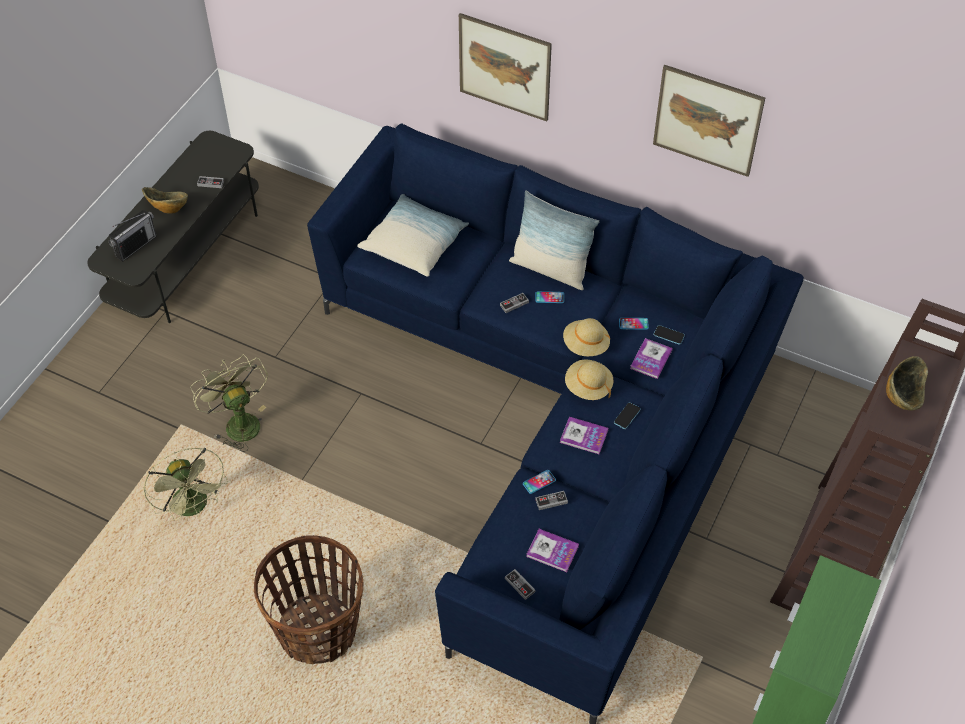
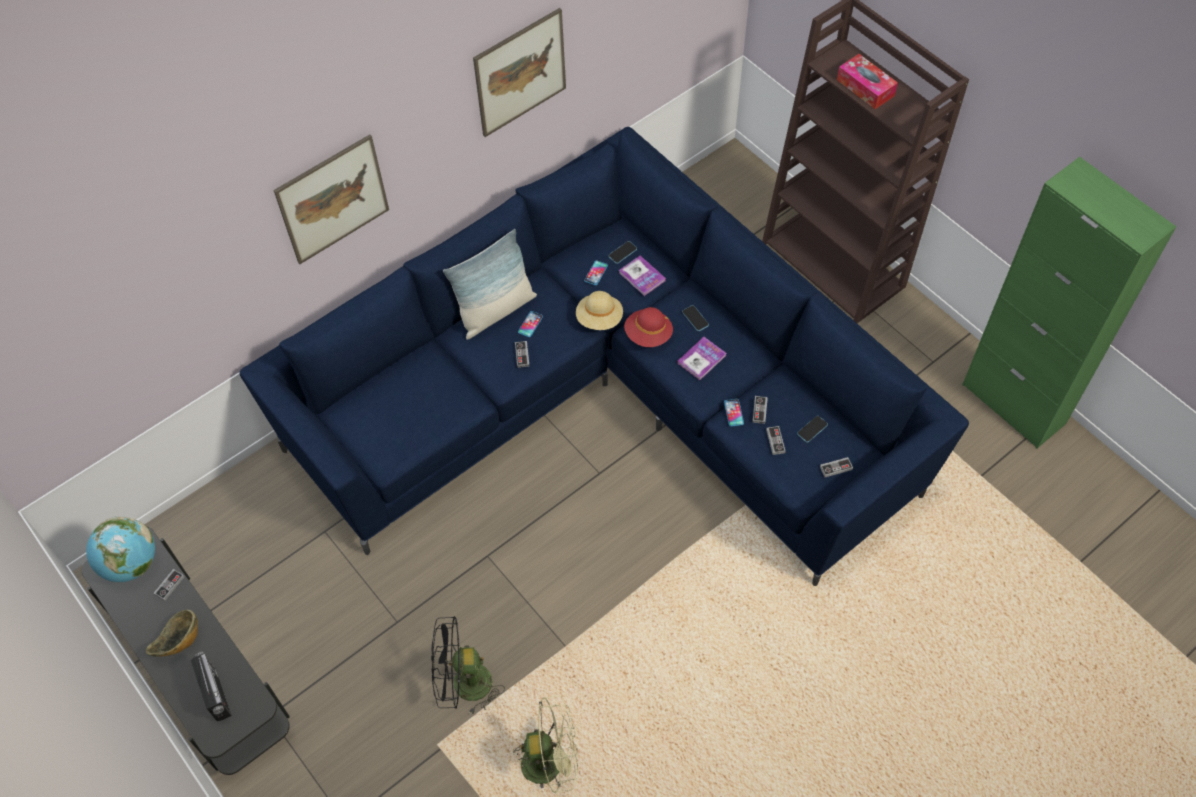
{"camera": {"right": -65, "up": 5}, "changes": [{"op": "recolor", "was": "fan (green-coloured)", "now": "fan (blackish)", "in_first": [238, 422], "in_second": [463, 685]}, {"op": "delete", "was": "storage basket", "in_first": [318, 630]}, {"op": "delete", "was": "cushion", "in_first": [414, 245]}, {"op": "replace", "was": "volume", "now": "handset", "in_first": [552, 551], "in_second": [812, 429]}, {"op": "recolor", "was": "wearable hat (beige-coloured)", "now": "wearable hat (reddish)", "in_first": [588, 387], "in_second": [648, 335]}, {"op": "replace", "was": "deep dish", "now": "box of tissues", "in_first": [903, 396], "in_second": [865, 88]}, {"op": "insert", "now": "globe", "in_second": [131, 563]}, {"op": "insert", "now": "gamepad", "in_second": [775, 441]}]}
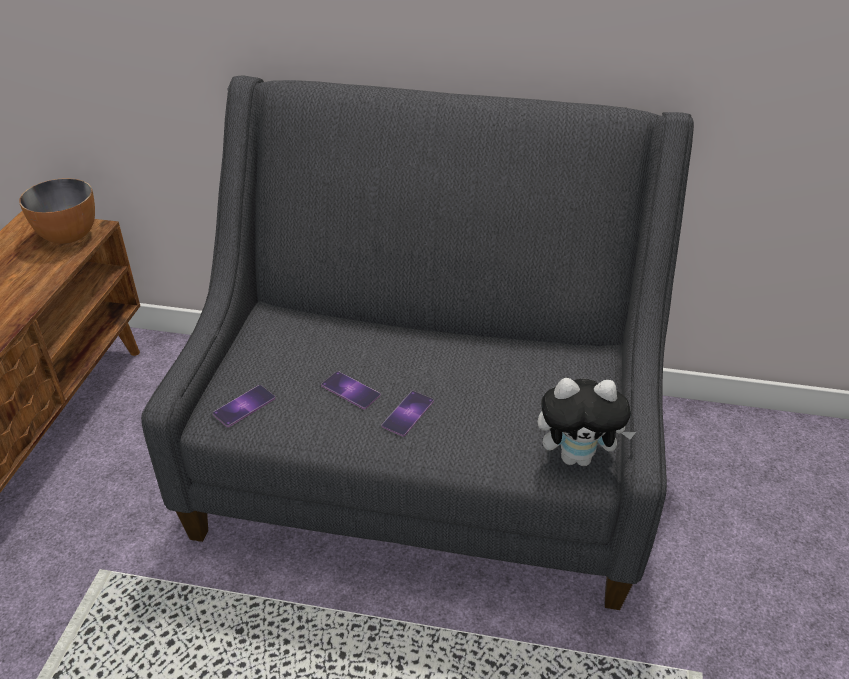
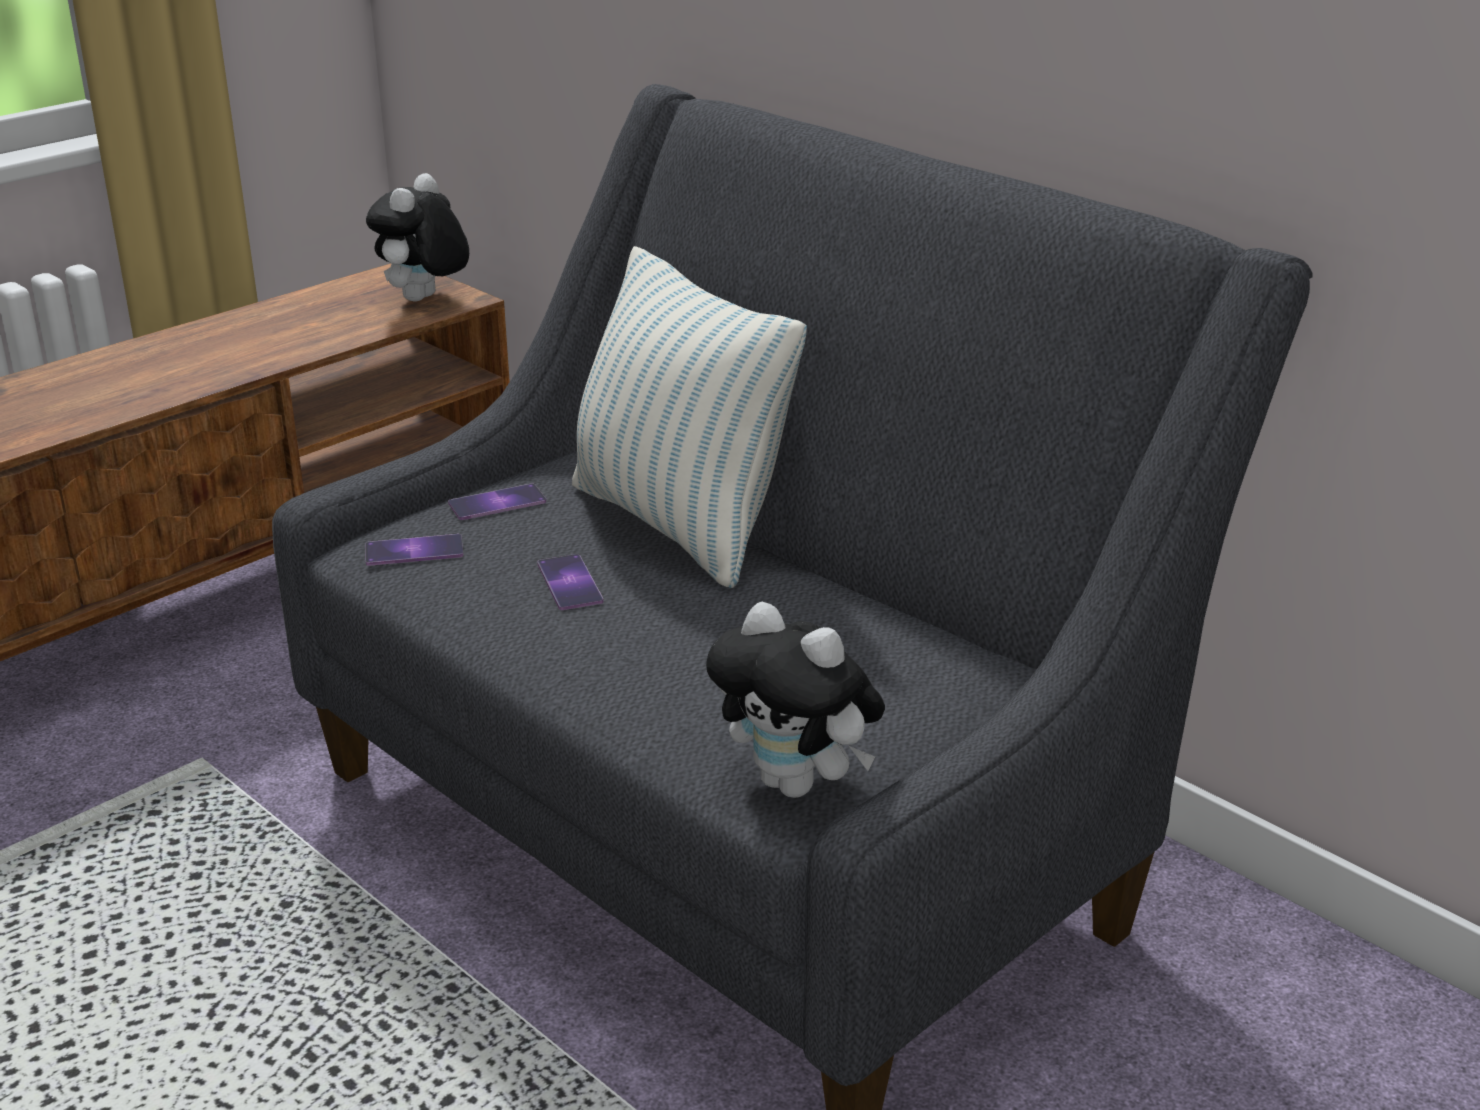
{"camera": {"right": 35, "up": -10}, "changes": [{"op": "replace", "was": "deep dish", "now": "soft toy", "in_first": [68, 236], "in_second": [424, 300]}, {"op": "move", "was": "handset", "in_first": [408, 413], "in_second": [497, 502]}, {"op": "insert", "now": "cushion", "in_second": [679, 525]}]}
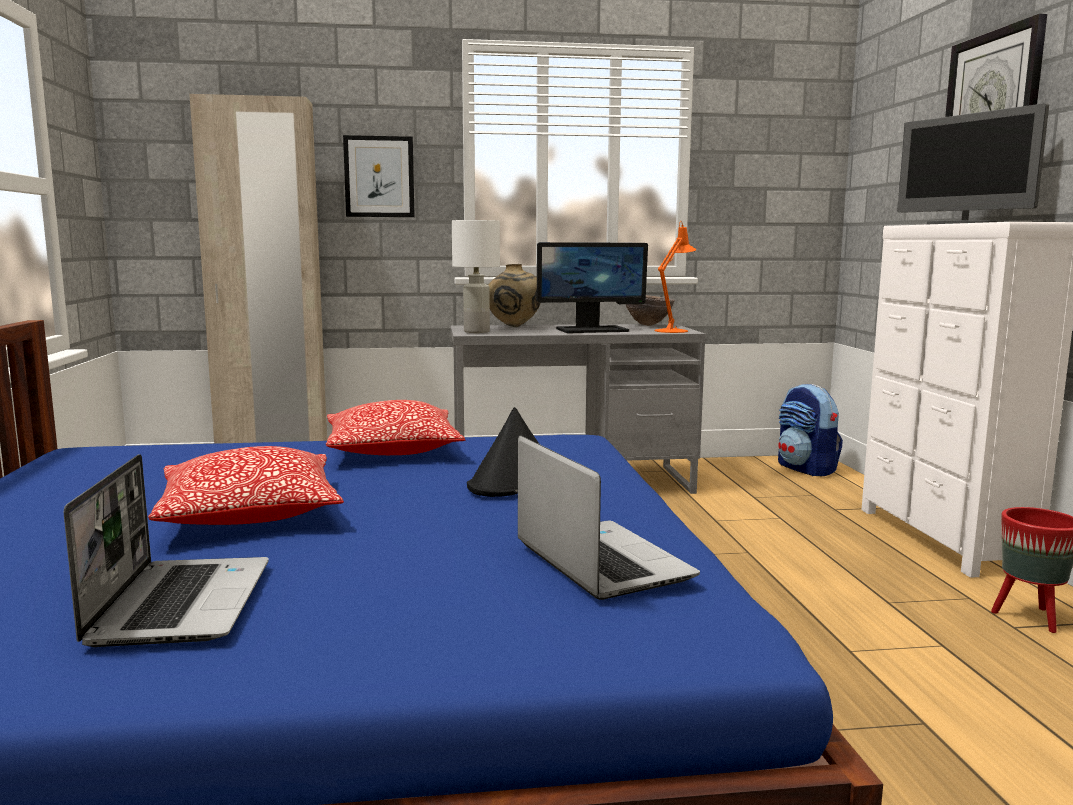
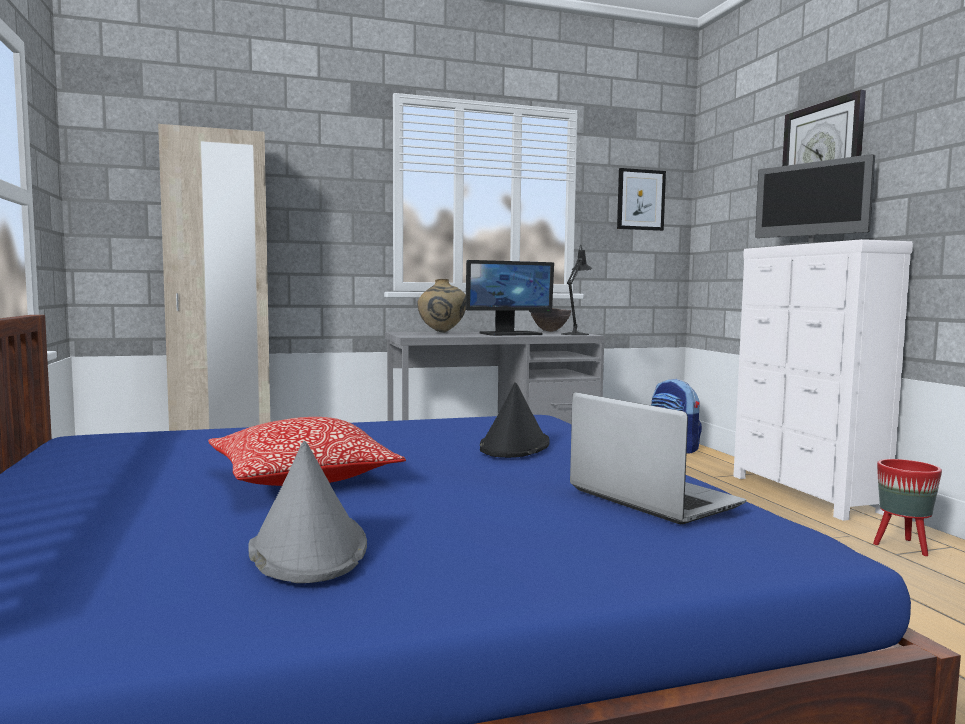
{"camera": {"right": -10, "up": -5}, "changes": [{"op": "replace", "was": "notebook computer", "now": "wearable hat (greyish)", "in_first": [181, 602], "in_second": [307, 547]}, {"op": "delete", "was": "cushion", "in_first": [392, 450]}, {"op": "move", "was": "wall art", "in_first": [379, 177], "in_second": [640, 200]}, {"op": "delete", "was": "tabletop lamp (white)", "in_first": [477, 332]}, {"op": "recolor", "was": "tabletop lamp (orangey)", "now": "tabletop lamp (blackish)", "in_first": [673, 330], "in_second": [576, 334]}]}
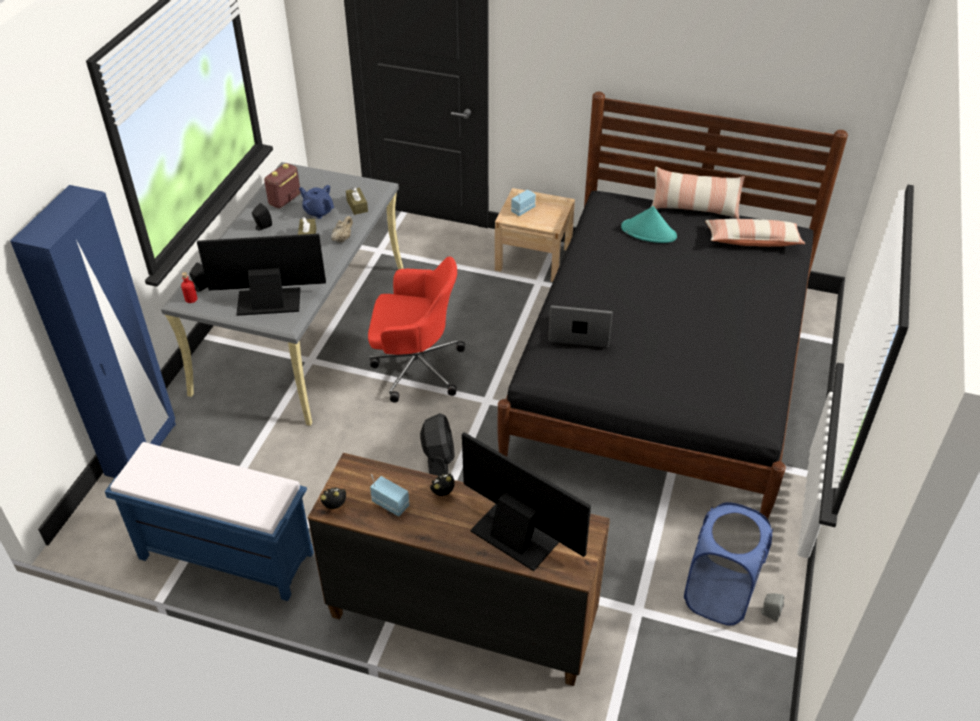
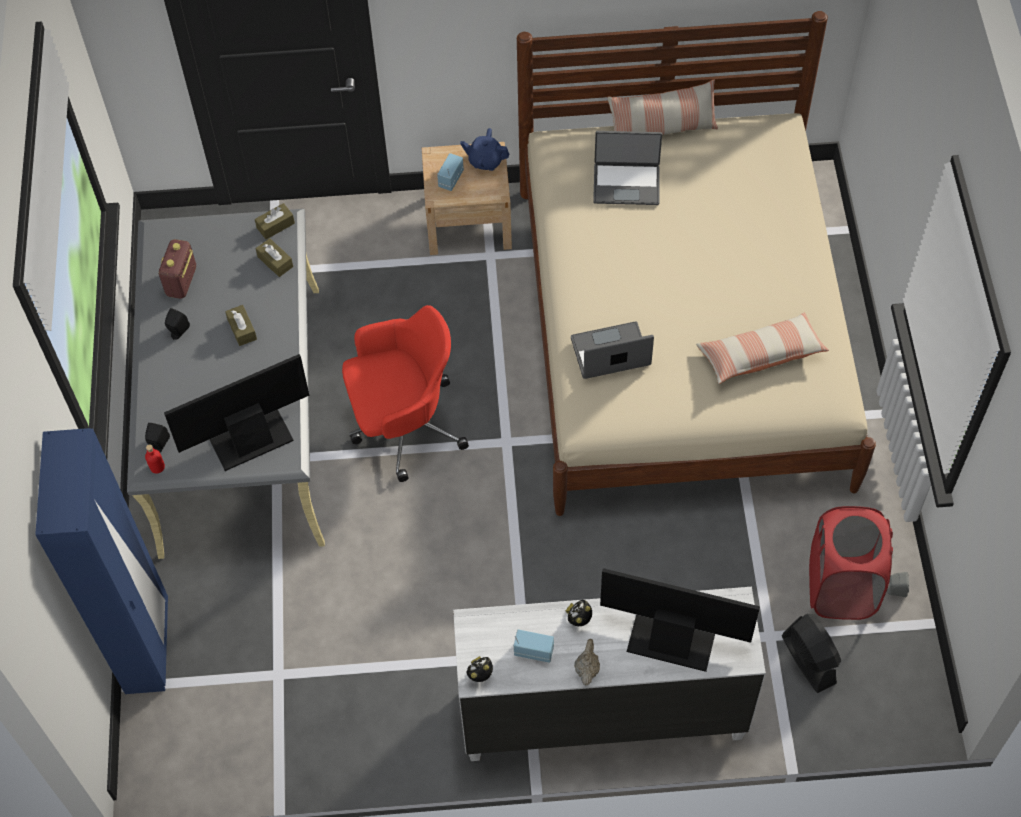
{"camera": {"right": -20, "up": 15}, "changes": [{"op": "delete", "was": "bench (blue-coloured)", "in_first": [224, 556]}, {"op": "move", "was": "tea pot (blue-coloured)", "in_first": [318, 211], "in_second": [485, 161]}, {"op": "recolor", "was": "drawer chest (brown)", "now": "drawer chest (white)", "in_first": [461, 618], "in_second": [601, 711]}, {"op": "move", "was": "tea pot (beige-coloured)", "in_first": [342, 239], "in_second": [587, 668]}, {"op": "move", "was": "fan (blackish)", "in_first": [438, 460], "in_second": [808, 659]}, {"op": "recolor", "was": "bedroom bed (blackish)", "now": "bedroom bed (beige-coloured)", "in_first": [662, 371], "in_second": [681, 334]}, {"op": "replace", "was": "wearable hat (blue-green)", "now": "notebook computer", "in_first": [649, 232], "in_second": [626, 183]}, {"op": "recolor", "was": "laundry basket (blue-coloured)", "now": "laundry basket (reddish)", "in_first": [719, 594], "in_second": [841, 588]}, {"op": "move", "was": "cushion", "in_first": [752, 240], "in_second": [760, 355]}, {"op": "insert", "now": "box of tissues (brown)", "in_second": [275, 225]}]}
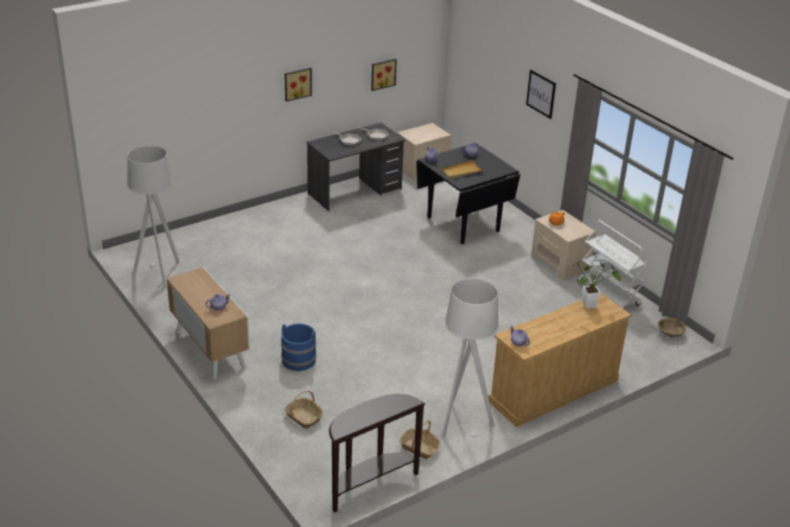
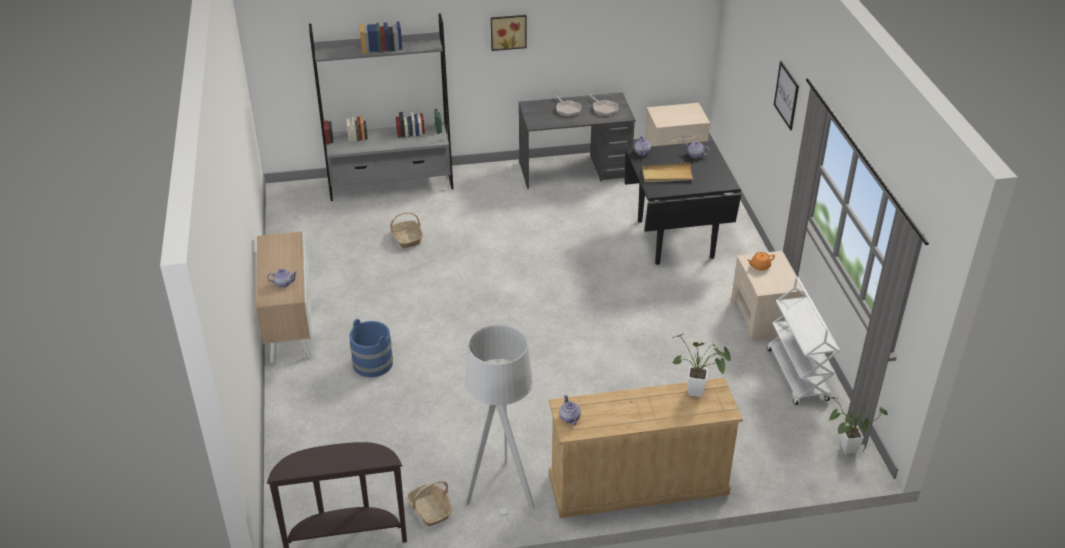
{"camera": {"right": 25, "up": 5}, "changes": [{"op": "delete", "was": "standard lamp (greyish)", "in_first": [159, 273]}, {"op": "move", "was": "storage basket", "in_first": [303, 417], "in_second": [407, 238]}, {"op": "delete", "was": "wall art", "in_first": [382, 74]}, {"op": "replace", "was": "deep dish (beige-coloured)", "now": "potted plant", "in_first": [670, 333], "in_second": [844, 449]}, {"op": "insert", "now": "bookcase (greyish)", "in_second": [391, 184]}]}
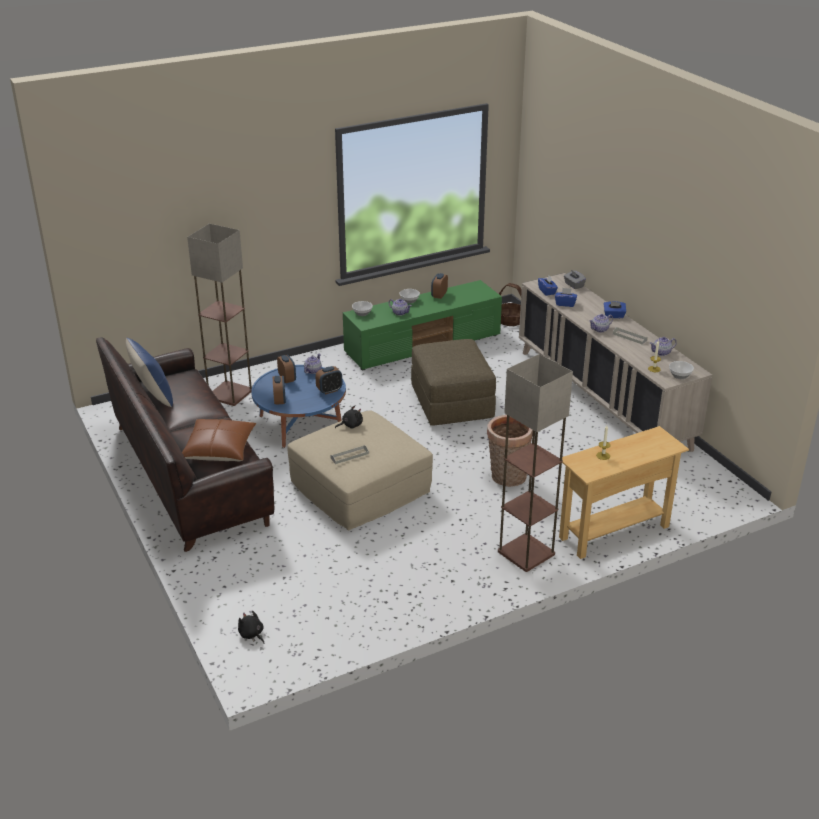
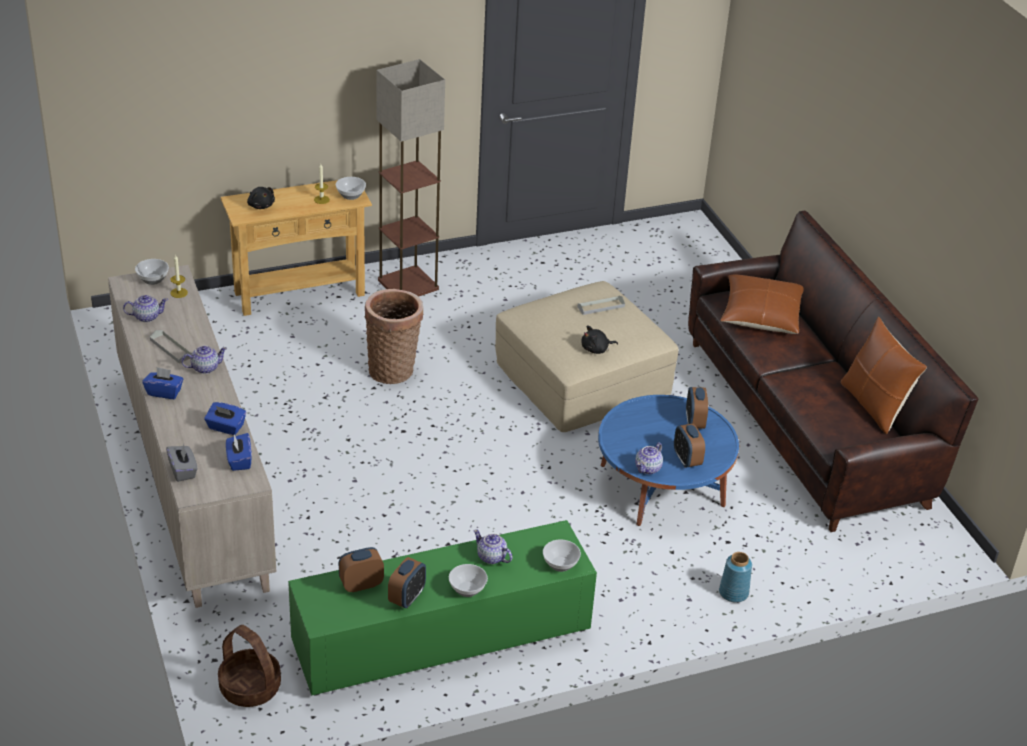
{"camera": {"right": -175, "up": 5}, "changes": [{"op": "recolor", "was": "cushion (blue-coloured)", "now": "cushion (brown)", "in_first": [153, 395], "in_second": [874, 406]}, {"op": "delete", "was": "standard lamp", "in_first": [229, 393]}, {"op": "move", "was": "soft toy (blackish)", "in_first": [252, 634], "in_second": [261, 205]}, {"op": "move", "was": "table clock", "in_first": [329, 390], "in_second": [361, 584]}, {"op": "delete", "was": "ottoman (brown)", "in_first": [452, 403]}, {"op": "insert", "now": "deep dish", "in_second": [351, 195]}, {"op": "insert", "now": "flower vase (blue-coloured)", "in_second": [733, 593]}]}
